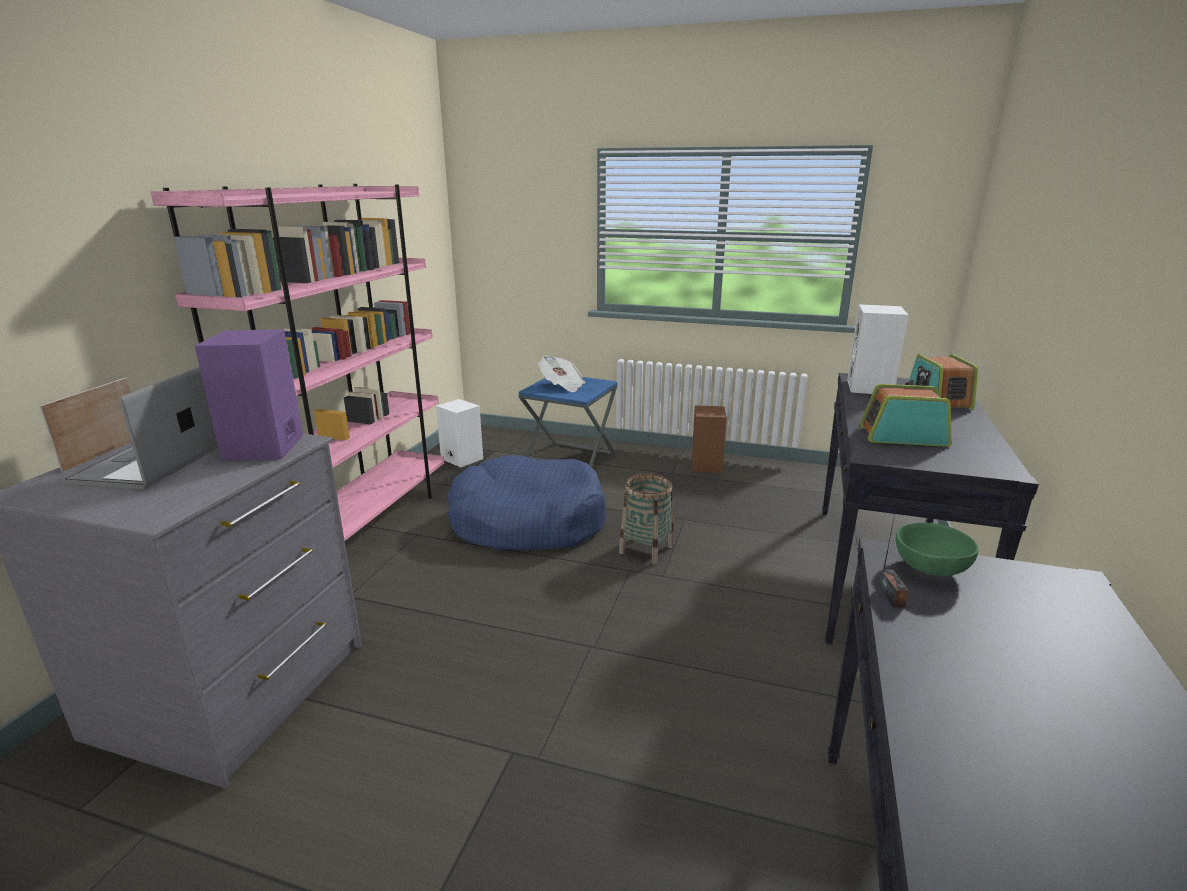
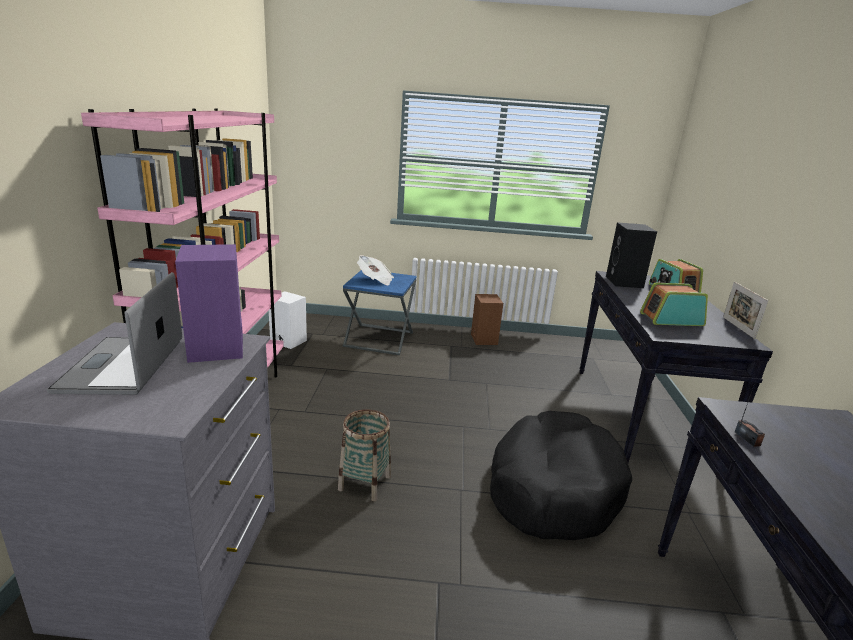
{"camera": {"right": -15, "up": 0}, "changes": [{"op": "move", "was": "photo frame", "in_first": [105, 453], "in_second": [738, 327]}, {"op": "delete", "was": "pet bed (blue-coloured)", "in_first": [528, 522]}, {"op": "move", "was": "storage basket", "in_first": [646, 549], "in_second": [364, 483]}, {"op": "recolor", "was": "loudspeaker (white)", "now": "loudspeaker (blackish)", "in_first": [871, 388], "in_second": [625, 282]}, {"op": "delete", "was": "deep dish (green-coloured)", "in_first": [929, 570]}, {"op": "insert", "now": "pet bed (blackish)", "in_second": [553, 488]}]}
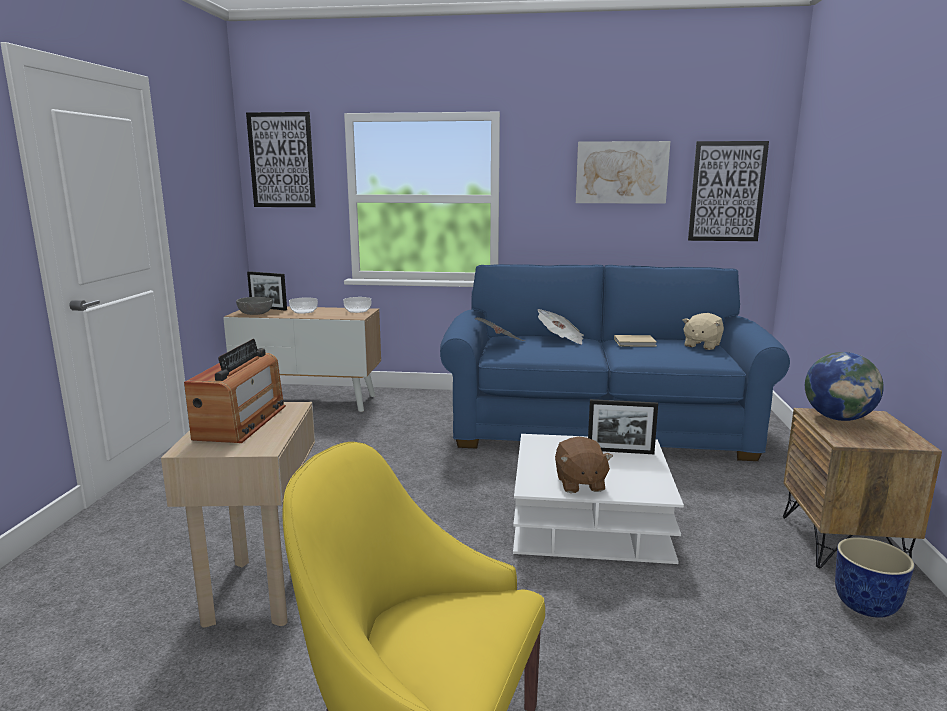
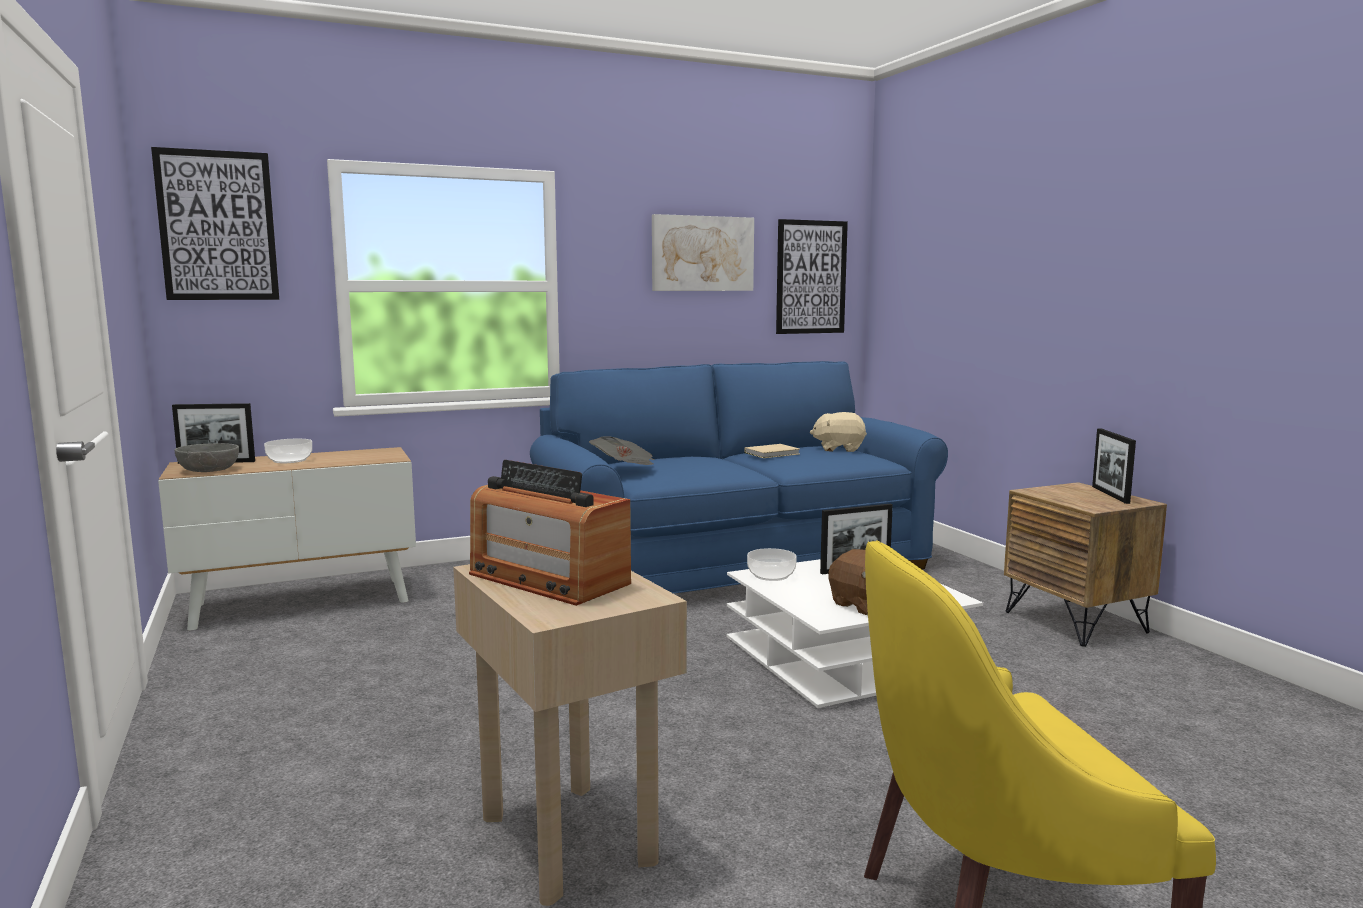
{"camera": {"right": -30, "up": -5}, "changes": [{"op": "rotate", "was": "radio set", "in_first": [241, 422], "in_second": [547, 579], "clockwise": 150}, {"op": "move", "was": "deep dish", "in_first": [358, 310], "in_second": [771, 575]}, {"op": "delete", "was": "newspaper", "in_first": [561, 340]}, {"op": "rotate", "was": "soft toy (beige-coloured)", "in_first": [701, 345], "in_second": [839, 449], "clockwise": 90}, {"op": "delete", "was": "globe", "in_first": [838, 418]}, {"op": "delete", "was": "planter", "in_first": [867, 606]}, {"op": "insert", "now": "photo frame", "in_second": [1110, 494]}]}
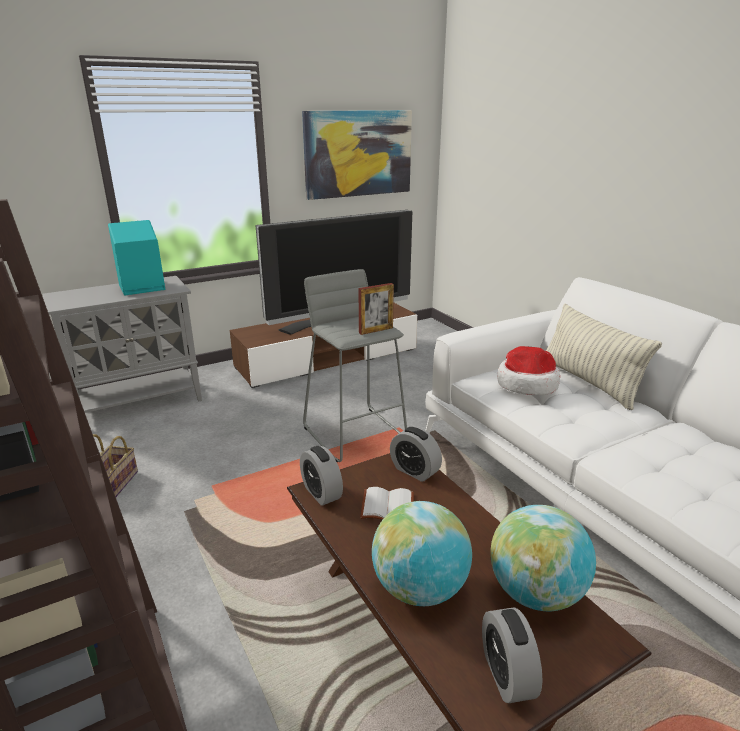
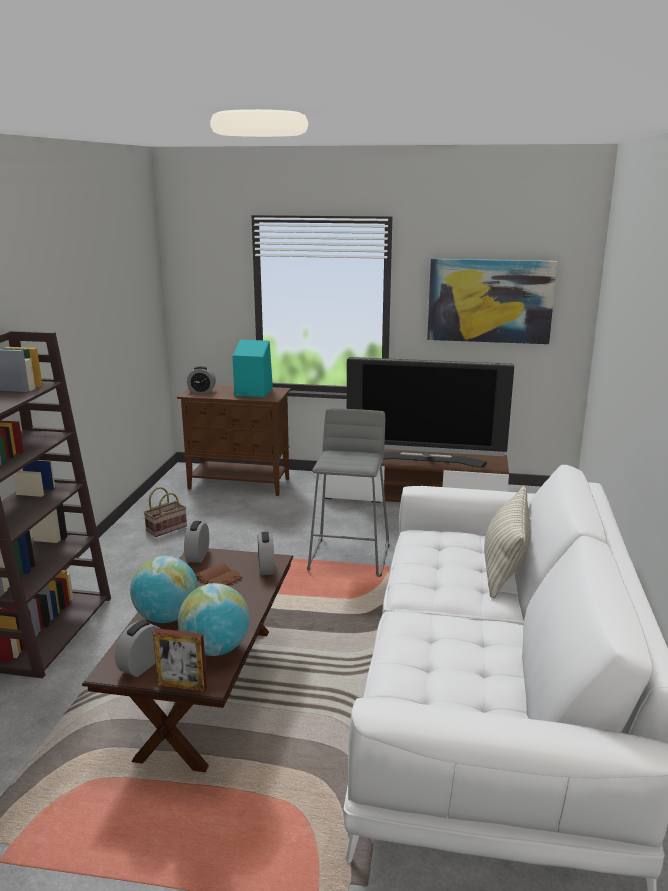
{"camera": {"right": 40, "up": -5}, "changes": [{"op": "recolor", "was": "storage cabinet (greyish)", "now": "storage cabinet (brown)", "in_first": [140, 402], "in_second": [240, 484]}, {"op": "move", "was": "photo frame", "in_first": [376, 330], "in_second": [182, 686]}, {"op": "recolor", "was": "volume (white)", "now": "volume (brown)", "in_first": [386, 507], "in_second": [217, 578]}, {"op": "delete", "was": "wearable hat", "in_first": [526, 384]}, {"op": "insert", "now": "table clock", "in_second": [201, 391]}]}
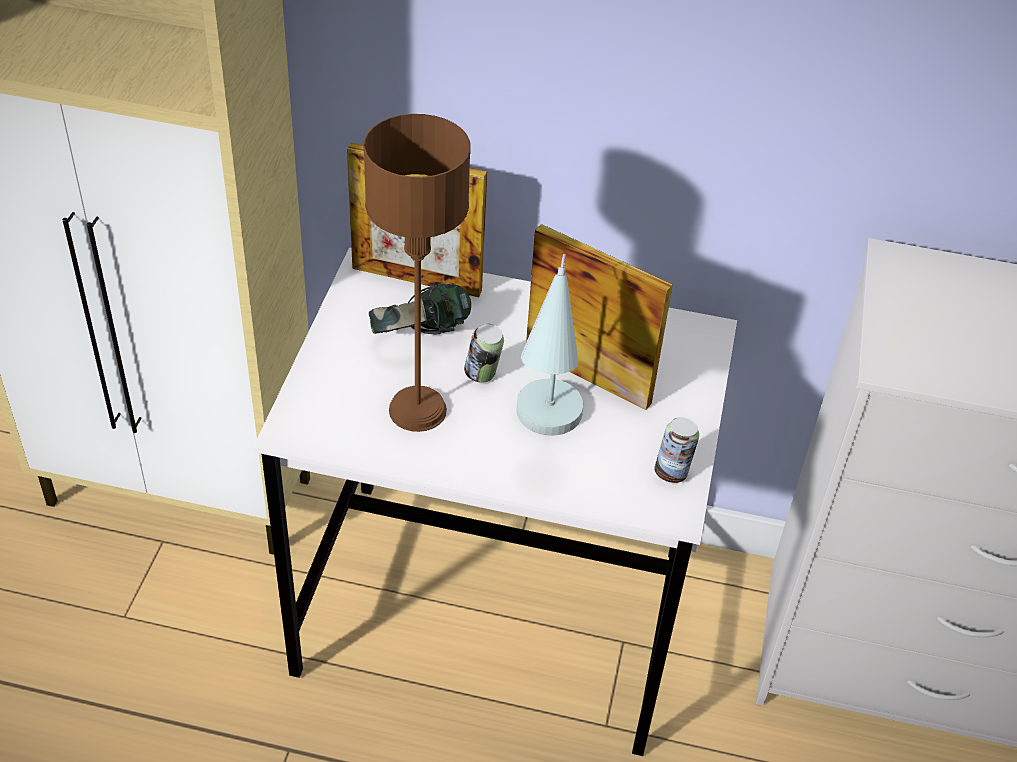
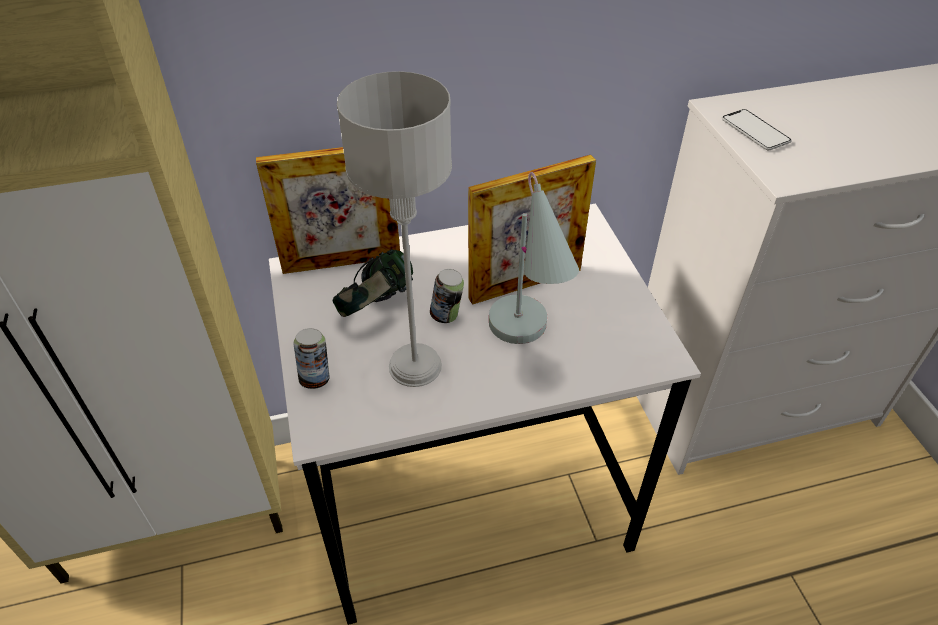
{"camera": {"right": -25, "up": 0}, "changes": [{"op": "recolor", "was": "tabletop lamp (brown)", "now": "tabletop lamp (greyish)", "in_first": [418, 410], "in_second": [416, 366]}, {"op": "rotate", "was": "photo frame", "in_first": [587, 376], "in_second": [525, 284], "clockwise": 150}, {"op": "move", "was": "sealed can", "in_first": [672, 472], "in_second": [316, 379]}, {"op": "insert", "now": "handset", "in_second": [755, 131]}]}
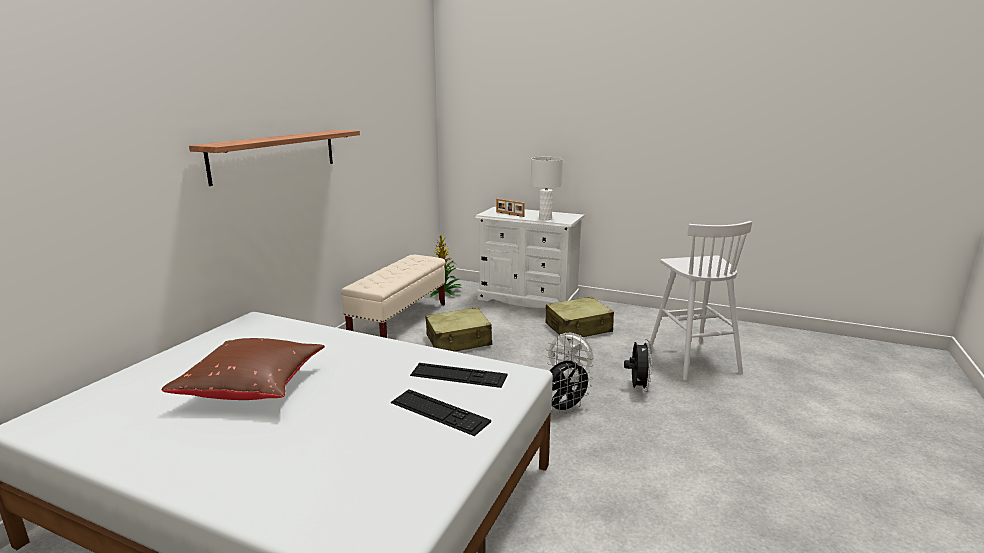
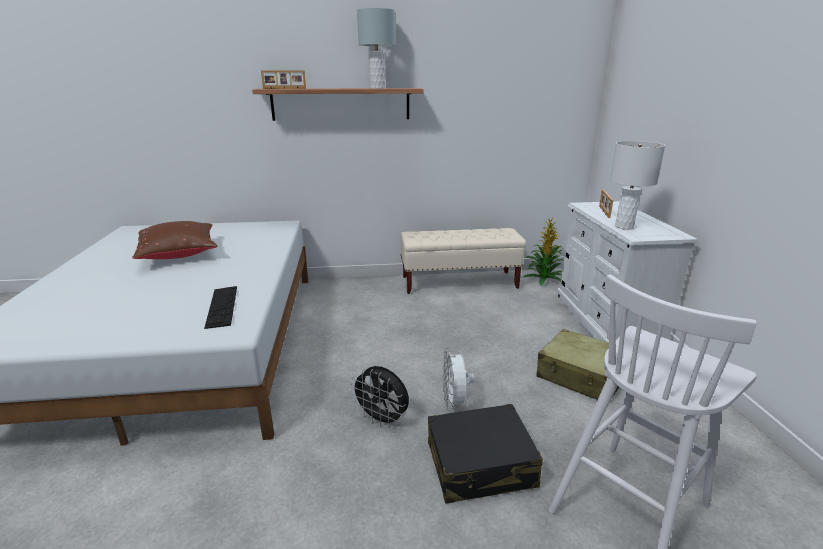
{"camera": {"right": 60, "up": 5}, "changes": [{"op": "delete", "was": "computer keyboard", "in_first": [439, 412]}, {"op": "delete", "was": "travel case (beige-coloured)", "in_first": [459, 341]}, {"op": "replace", "was": "fan (blackish)", "now": "travel case (blackish)", "in_first": [637, 387], "in_second": [480, 465]}, {"op": "insert", "now": "photo frame", "in_second": [284, 88]}, {"op": "insert", "now": "tabletop lamp (greyish)", "in_second": [377, 88]}]}
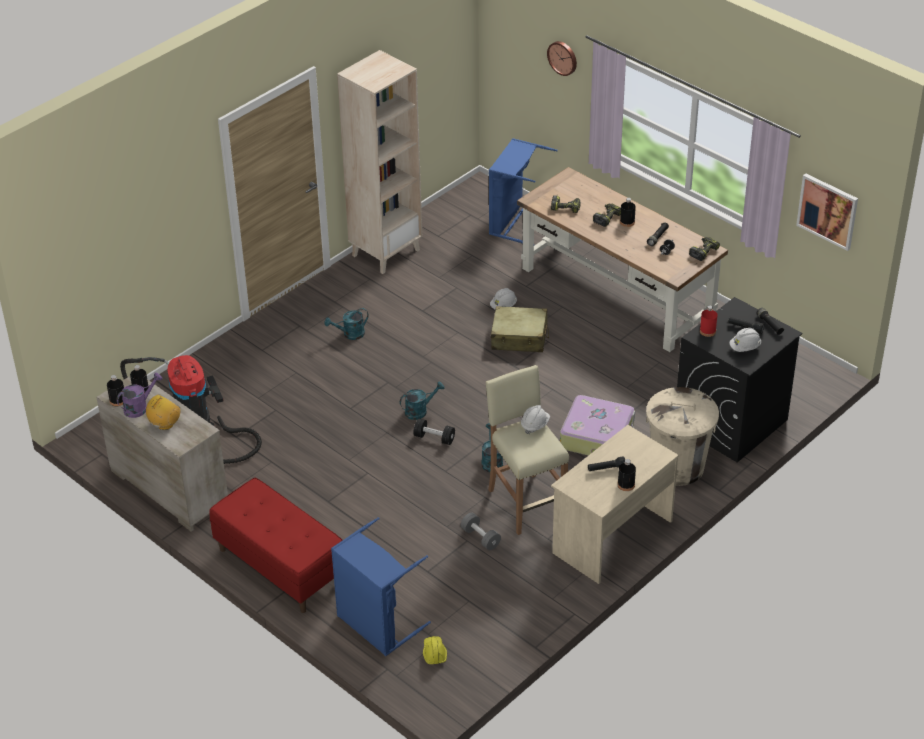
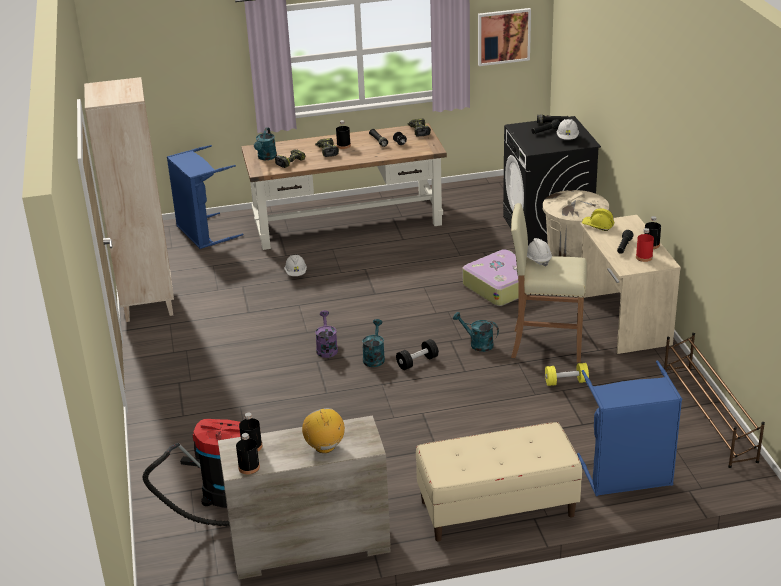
{"camera": {"right": -55, "up": -10}, "changes": [{"op": "move", "was": "watering can (purplish)", "in_first": [139, 407], "in_second": [326, 348]}, {"op": "recolor", "was": "bench (reddish)", "now": "bench (beige-coloured)", "in_first": [280, 566], "in_second": [497, 509]}, {"op": "move", "was": "watering can (blue-green)", "in_first": [350, 334], "in_second": [266, 157]}, {"op": "move", "was": "hard hat (yellow-coloured)", "in_first": [434, 653], "in_second": [598, 226]}, {"op": "recolor", "was": "dumbbell (greyish)", "now": "dumbbell (yellow-coloured)", "in_first": [480, 538], "in_second": [566, 382]}, {"op": "delete", "was": "travel case (beige-coloured)", "in_first": [519, 337]}, {"op": "delete", "was": "wall clock", "in_first": [563, 57]}, {"op": "move", "was": "beverage bottle (reddish)", "in_first": [707, 331], "in_second": [644, 257]}, {"op": "insert", "now": "shoe rack (brown)", "in_second": [708, 416]}]}
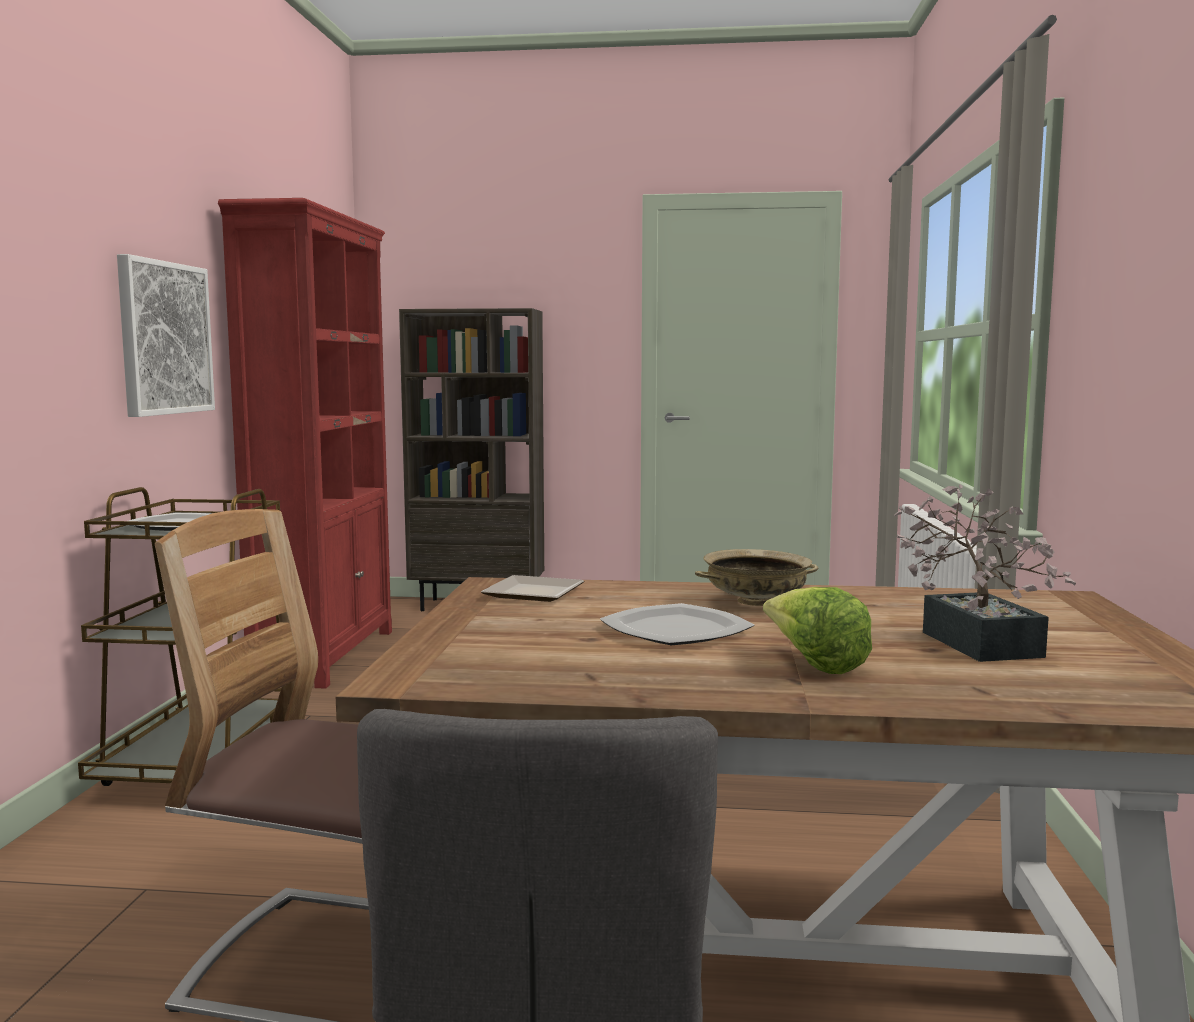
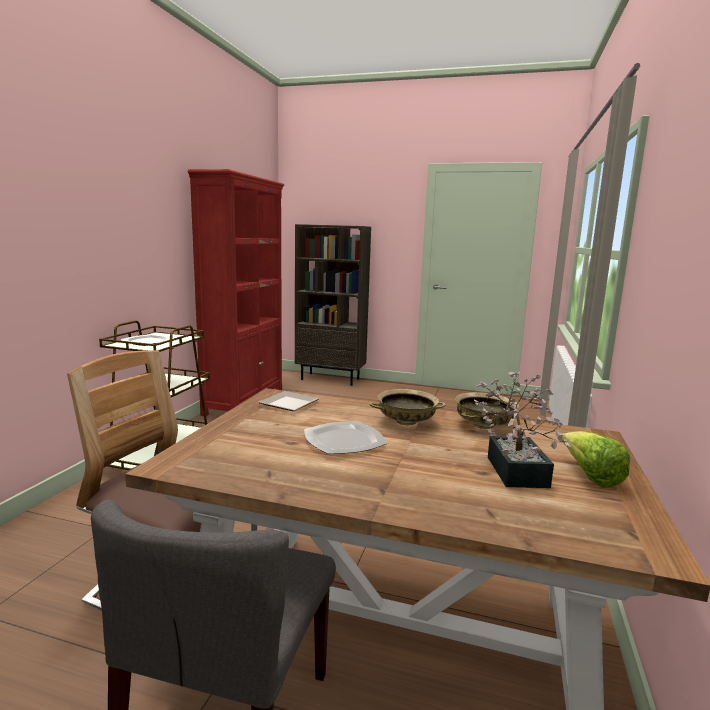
{"camera": {"right": 10, "up": 5}, "changes": [{"op": "delete", "was": "wall art", "in_first": [164, 338]}, {"op": "move", "was": "lettuce head", "in_first": [813, 664], "in_second": [590, 476]}, {"op": "insert", "now": "deep dish (beige-coloured)", "in_second": [484, 425]}]}
